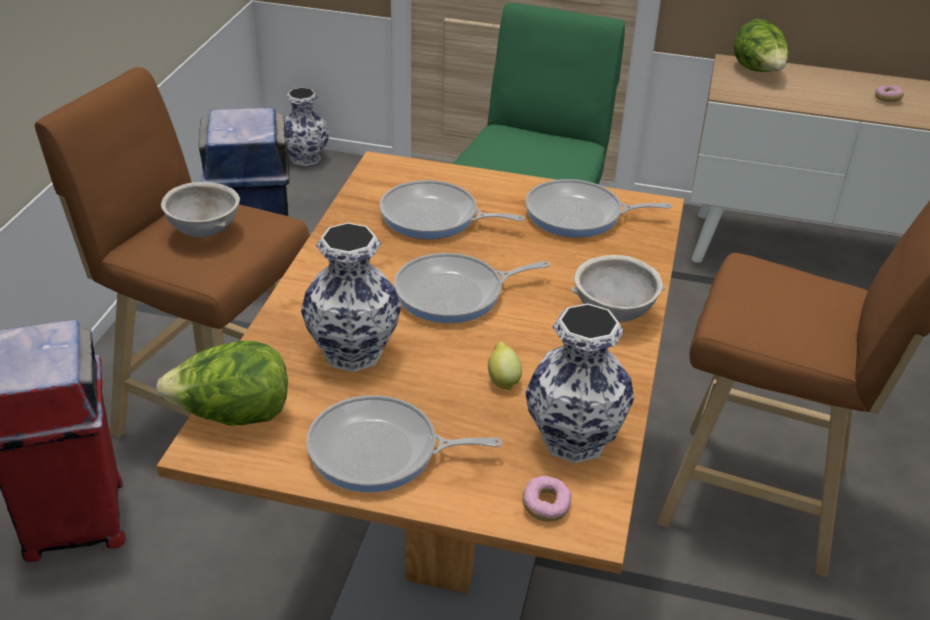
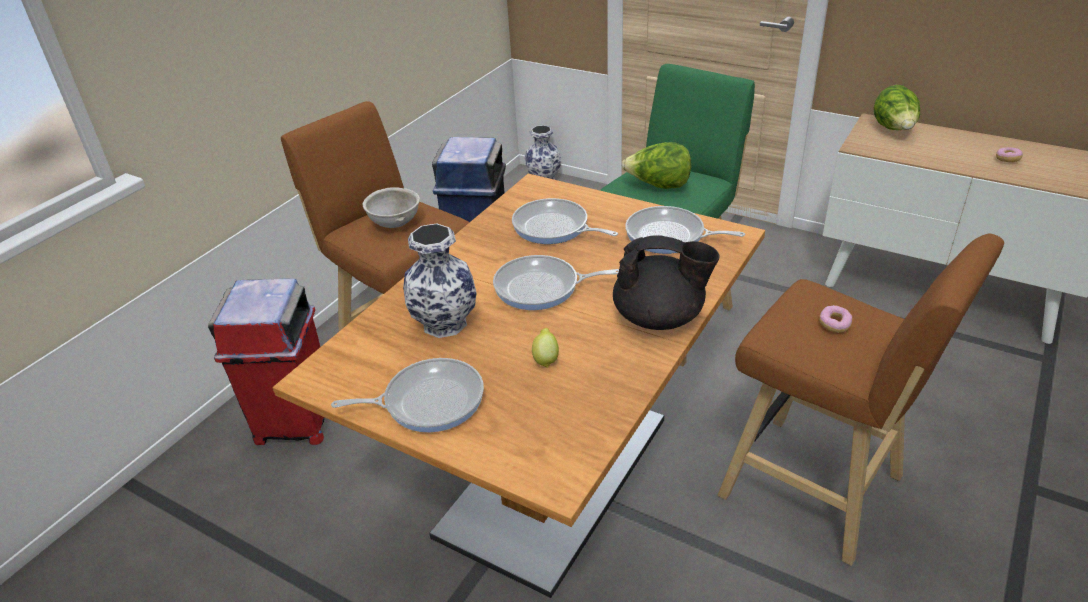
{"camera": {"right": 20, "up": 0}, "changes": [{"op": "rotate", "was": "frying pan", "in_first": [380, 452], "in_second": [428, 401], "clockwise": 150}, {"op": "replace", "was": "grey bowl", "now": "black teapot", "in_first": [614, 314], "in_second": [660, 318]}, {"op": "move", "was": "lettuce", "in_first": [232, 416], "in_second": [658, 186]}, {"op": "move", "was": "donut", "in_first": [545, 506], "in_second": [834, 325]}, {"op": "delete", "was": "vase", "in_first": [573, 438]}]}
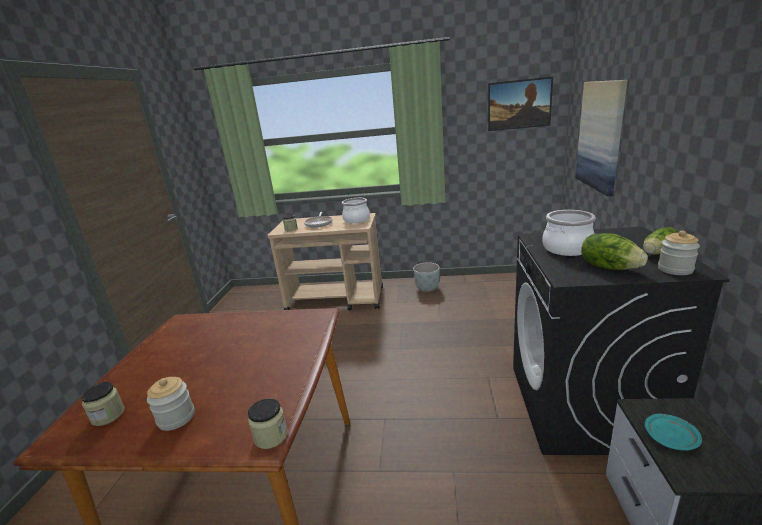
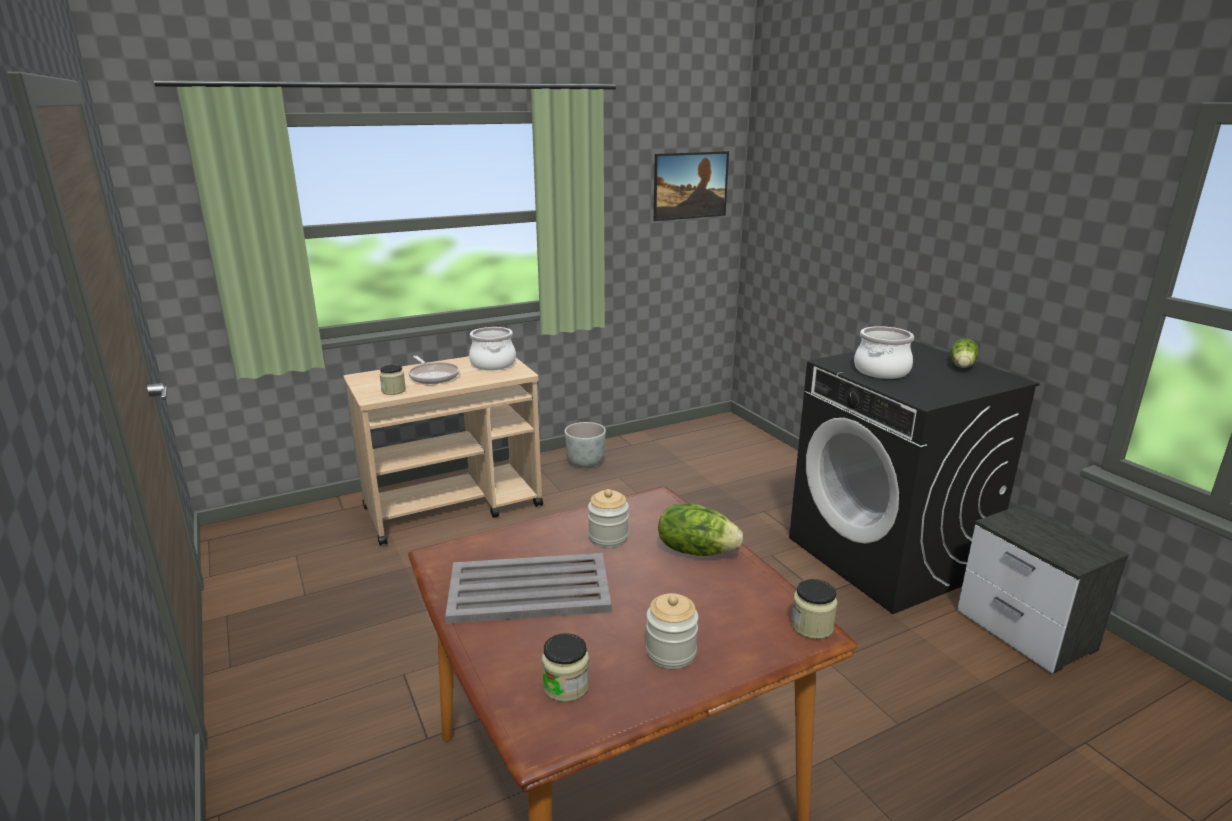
{"camera": {"right": -35, "up": 0}, "changes": [{"op": "insert", "now": "grey tray", "in_second": [527, 589]}, {"op": "move", "was": "jar", "in_first": [675, 269], "in_second": [608, 537]}, {"op": "move", "was": "lettuce", "in_first": [609, 267], "in_second": [696, 550]}, {"op": "delete", "was": "picture", "in_first": [601, 135]}, {"op": "delete", "was": "turquoise plate", "in_first": [670, 438]}]}
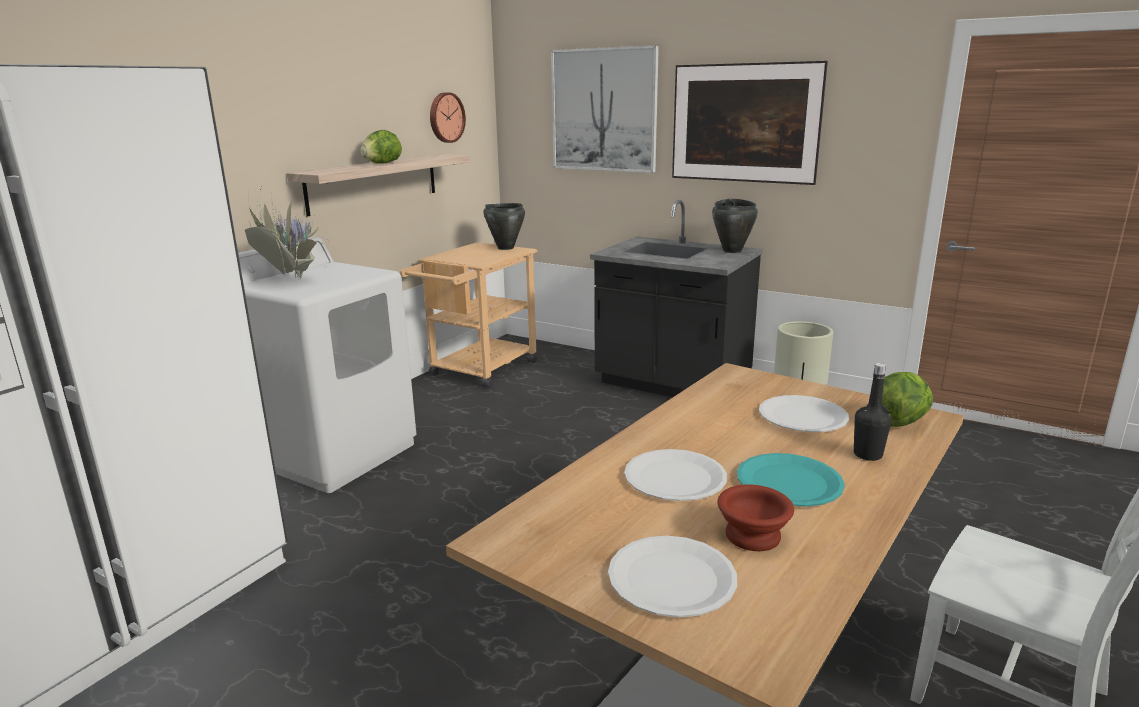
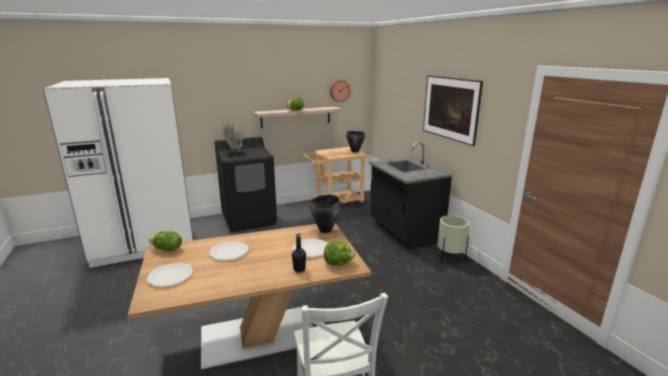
{"camera": {"right": 35, "up": 0}, "changes": [{"op": "insert", "now": "lettuce", "in_second": [167, 249]}, {"op": "recolor", "was": "white washing machine", "now": "black washing machine", "in_first": [334, 452], "in_second": [249, 219]}, {"op": "move", "was": "black cooking pot", "in_first": [732, 251], "in_second": [325, 230]}, {"op": "delete", "was": "picture", "in_first": [604, 110]}, {"op": "delete", "was": "brown bowl", "in_first": [752, 537]}, {"op": "delete", "was": "turquoise plate", "in_first": [788, 482]}]}
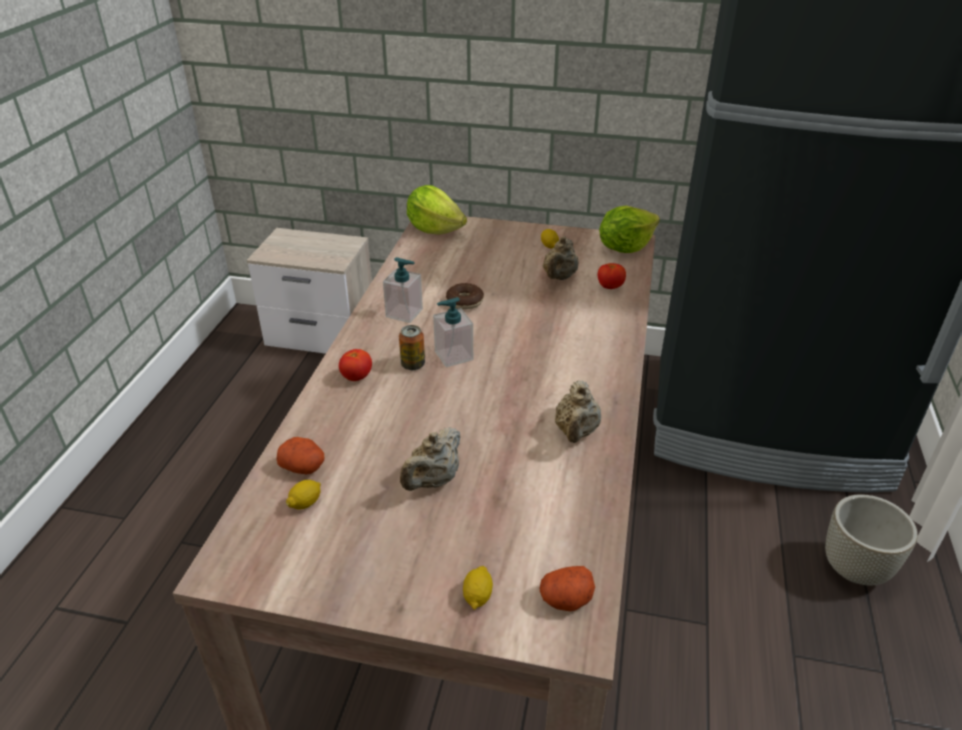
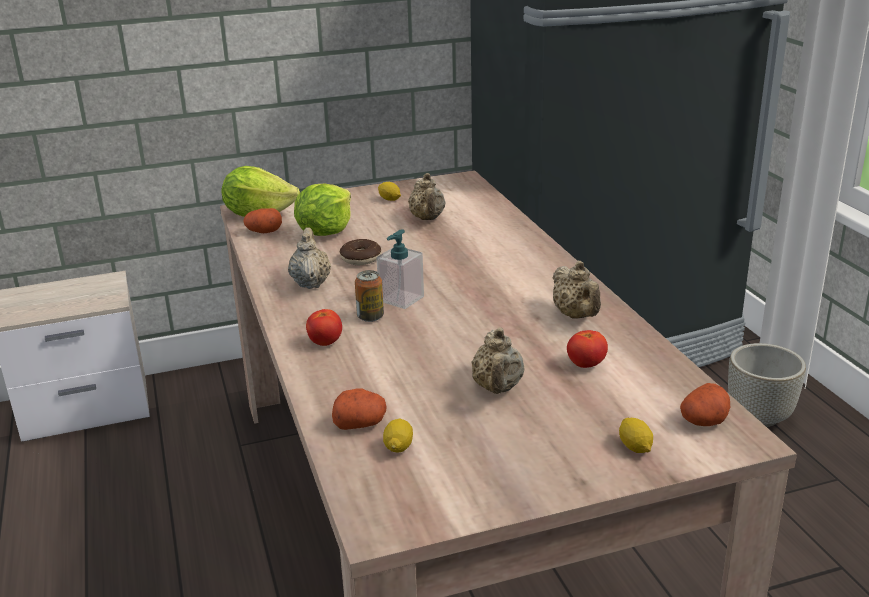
{"camera": {"right": -30, "up": -10}, "changes": [{"op": "insert", "now": "potato", "in_second": [263, 231]}, {"op": "replace", "was": "soap dispenser", "now": "beige teapot", "in_first": [404, 313], "in_second": [311, 283]}, {"op": "move", "was": "lettuce", "in_first": [625, 247], "in_second": [325, 231]}, {"op": "move", "was": "tomato", "in_first": [610, 287], "in_second": [586, 364]}]}
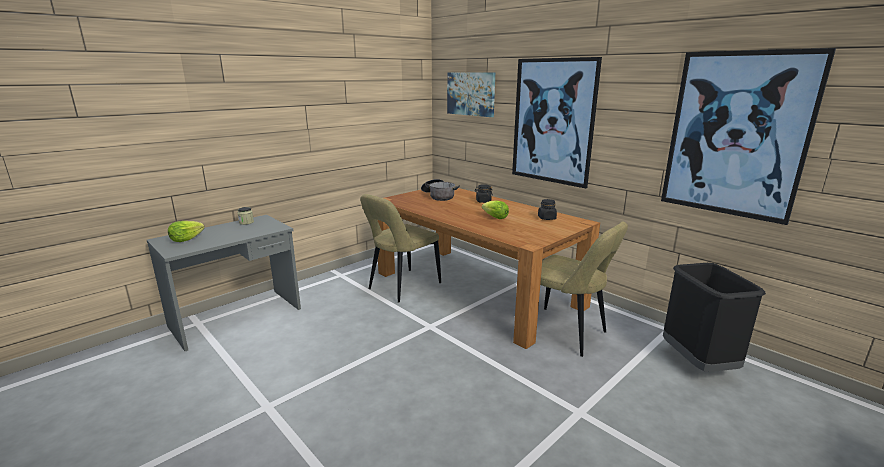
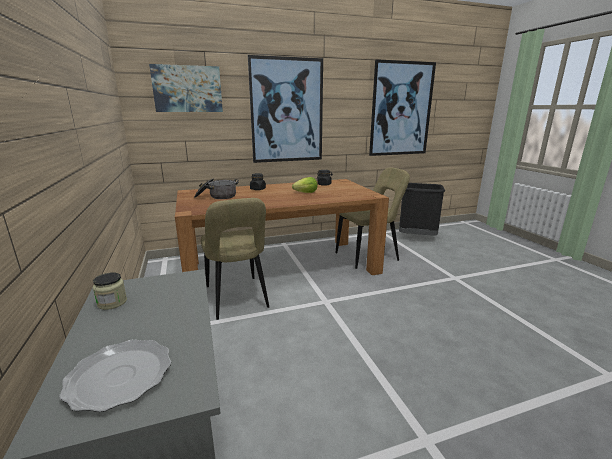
{"camera": {"right": -65, "up": 0}, "changes": [{"op": "replace", "was": "lettuce", "now": "plate", "in_first": [186, 240], "in_second": [119, 376]}]}
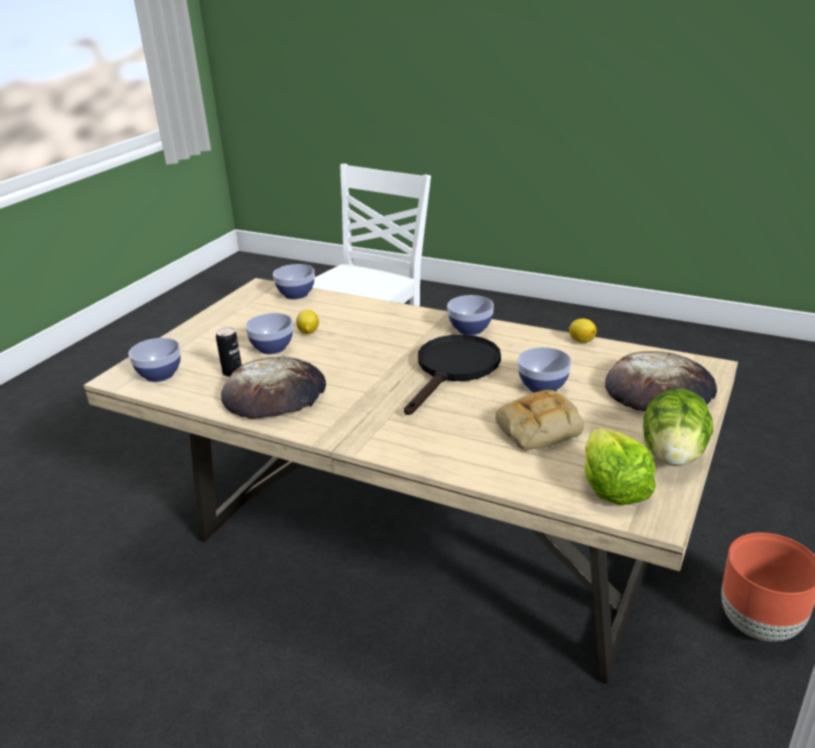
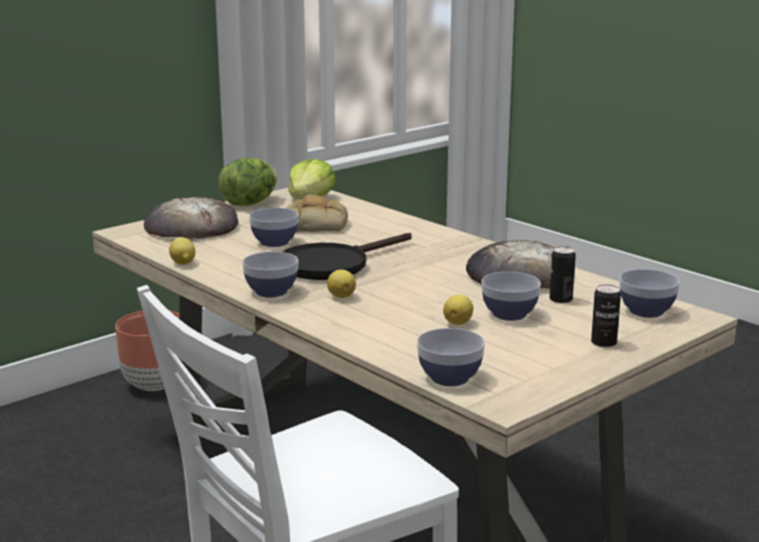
{"camera": {"right": -160, "up": -10}, "changes": [{"op": "insert", "now": "lemon", "in_second": [341, 296]}, {"op": "insert", "now": "can", "in_second": [603, 343]}]}
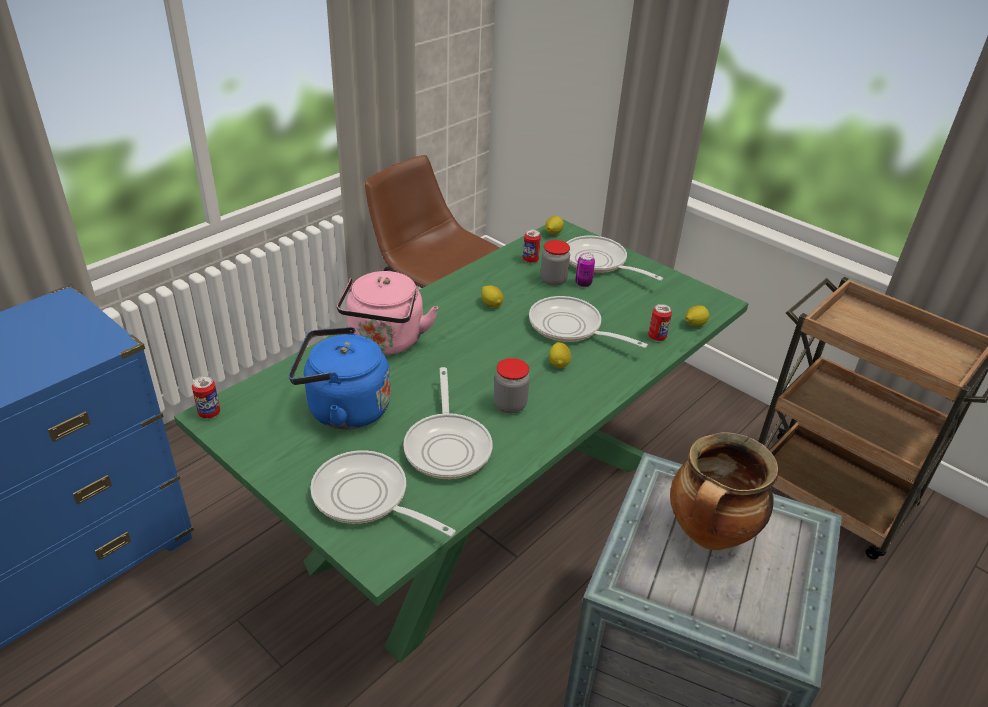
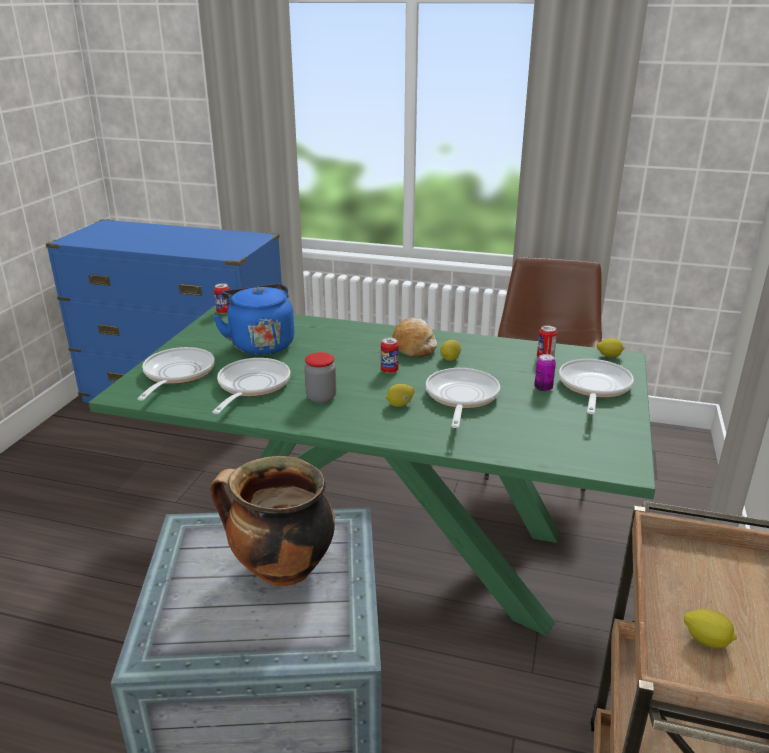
{"camera": {"right": 65, "up": -10}, "changes": [{"op": "rotate", "was": "frying pan", "in_first": [448, 445], "in_second": [251, 386], "clockwise": 135}, {"op": "move", "was": "can", "in_first": [657, 337], "in_second": [389, 370]}, {"op": "insert", "now": "bread", "in_second": [413, 346]}, {"op": "move", "was": "lemon", "in_first": [694, 324], "in_second": [706, 641]}, {"op": "delete", "was": "pink kettle", "in_first": [385, 342]}, {"op": "delete", "was": "jar", "in_first": [553, 280]}]}
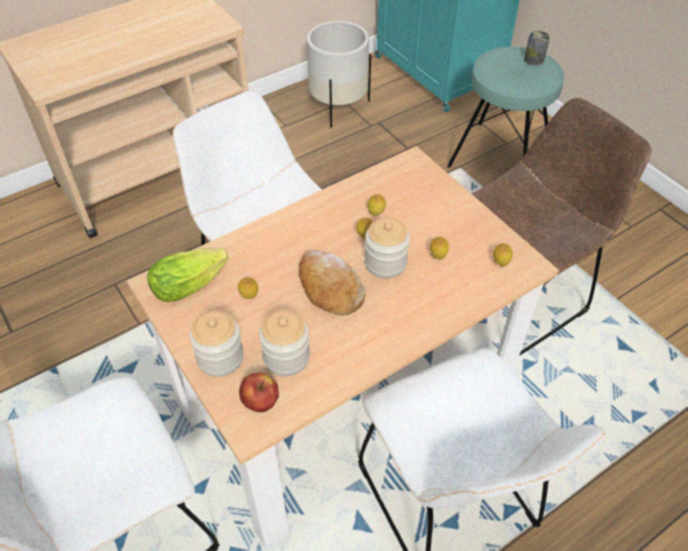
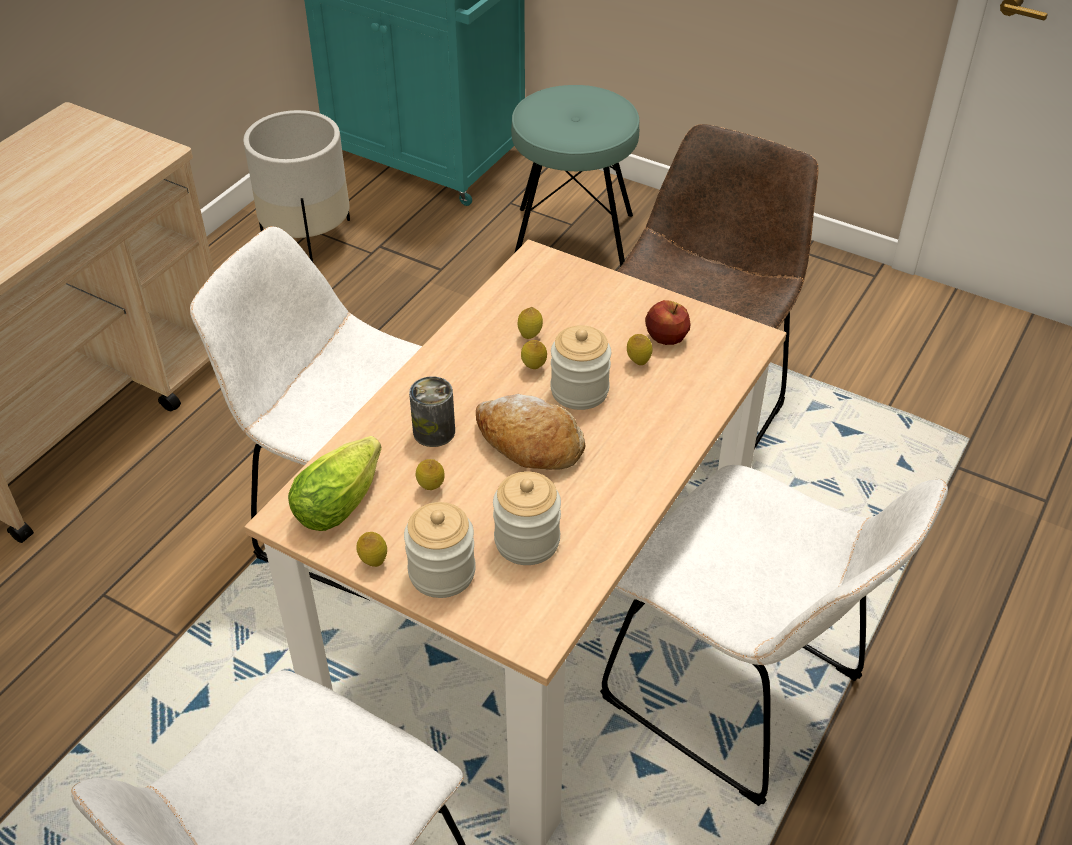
{"camera": {"right": -25, "up": -5}, "changes": [{"op": "move", "was": "lemon", "in_first": [500, 263], "in_second": [373, 562]}, {"op": "move", "was": "can", "in_first": [534, 60], "in_second": [434, 431]}, {"op": "move", "was": "apple", "in_first": [260, 401], "in_second": [666, 337]}]}
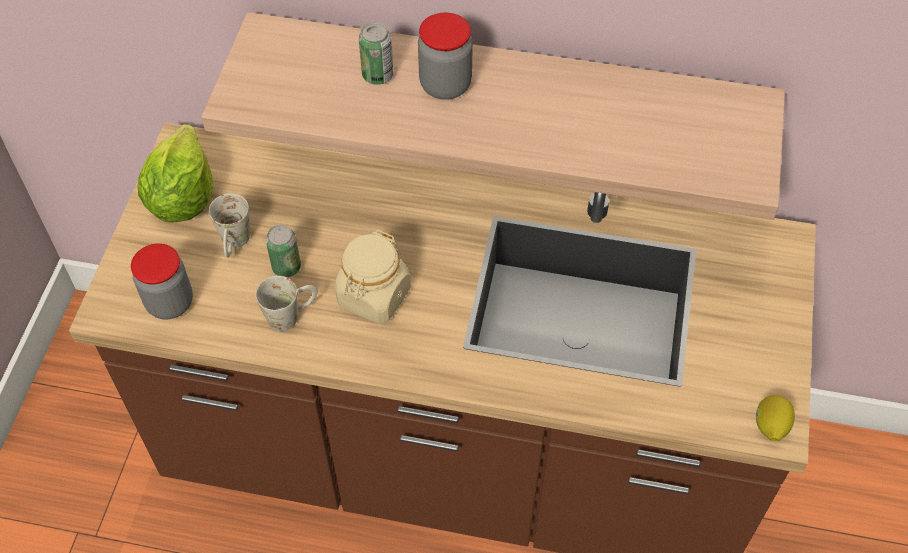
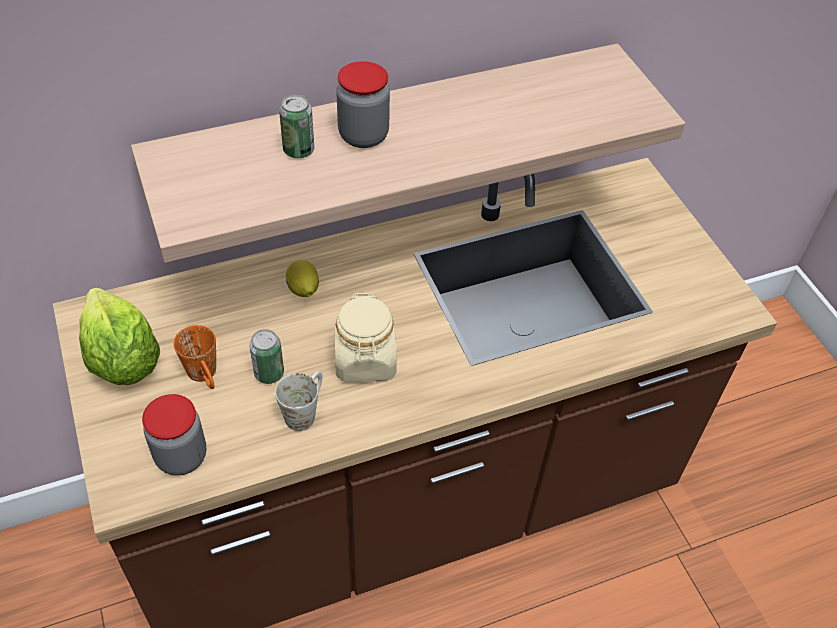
{"camera": {"right": -35, "up": -5}, "changes": [{"op": "recolor", "was": "white mug", "now": "orange mug", "in_first": [234, 244], "in_second": [205, 377]}, {"op": "move", "was": "lemon", "in_first": [770, 426], "in_second": [303, 290]}]}
